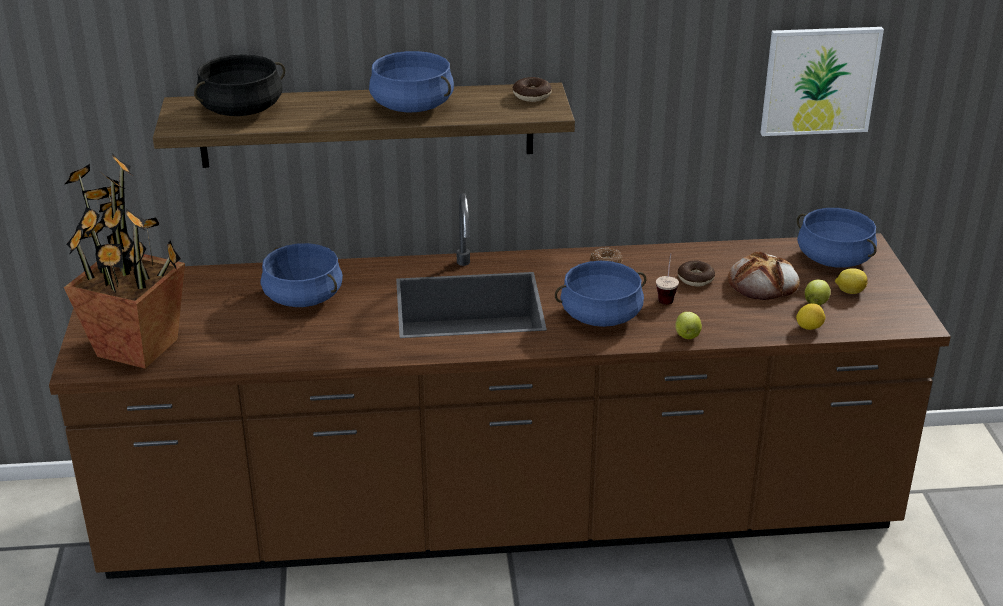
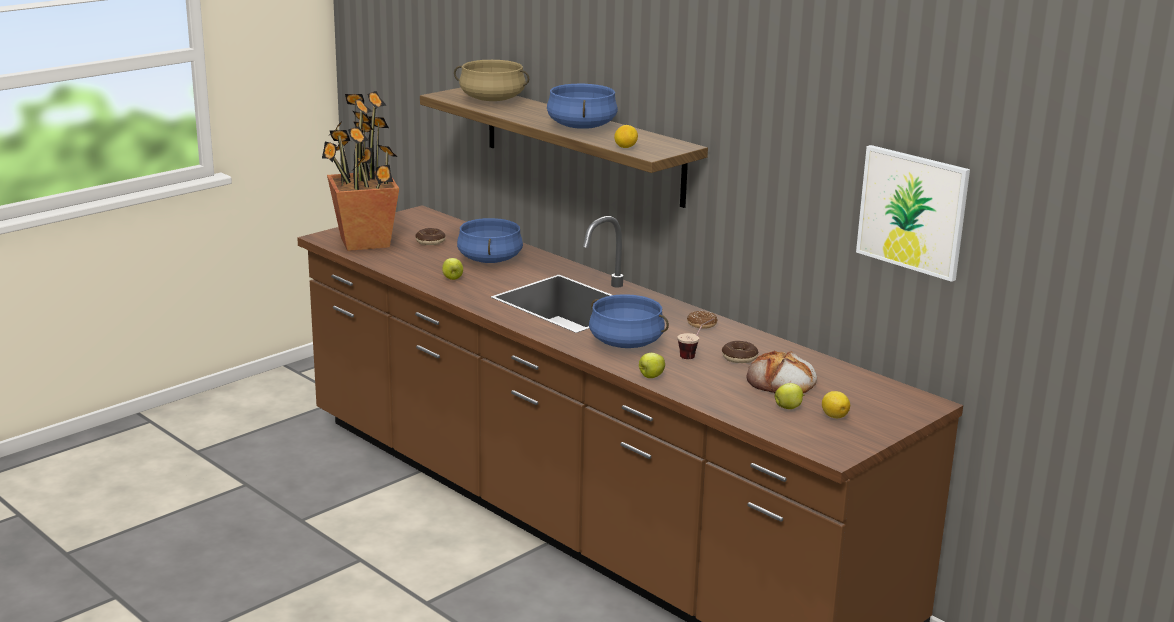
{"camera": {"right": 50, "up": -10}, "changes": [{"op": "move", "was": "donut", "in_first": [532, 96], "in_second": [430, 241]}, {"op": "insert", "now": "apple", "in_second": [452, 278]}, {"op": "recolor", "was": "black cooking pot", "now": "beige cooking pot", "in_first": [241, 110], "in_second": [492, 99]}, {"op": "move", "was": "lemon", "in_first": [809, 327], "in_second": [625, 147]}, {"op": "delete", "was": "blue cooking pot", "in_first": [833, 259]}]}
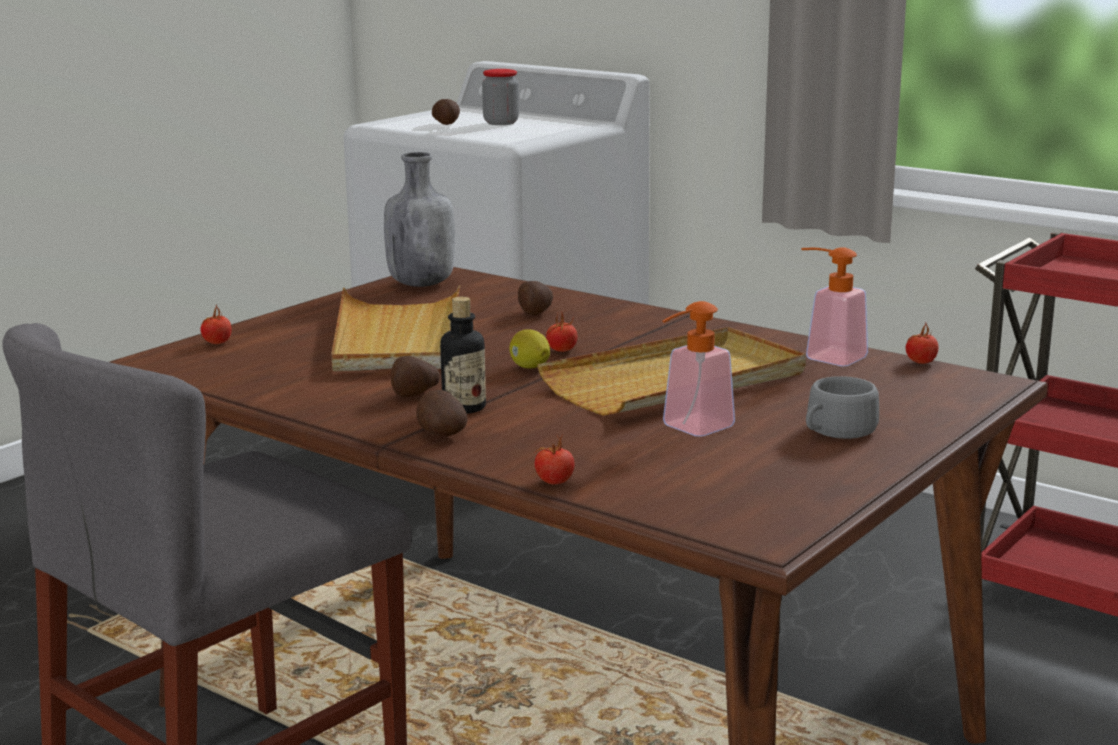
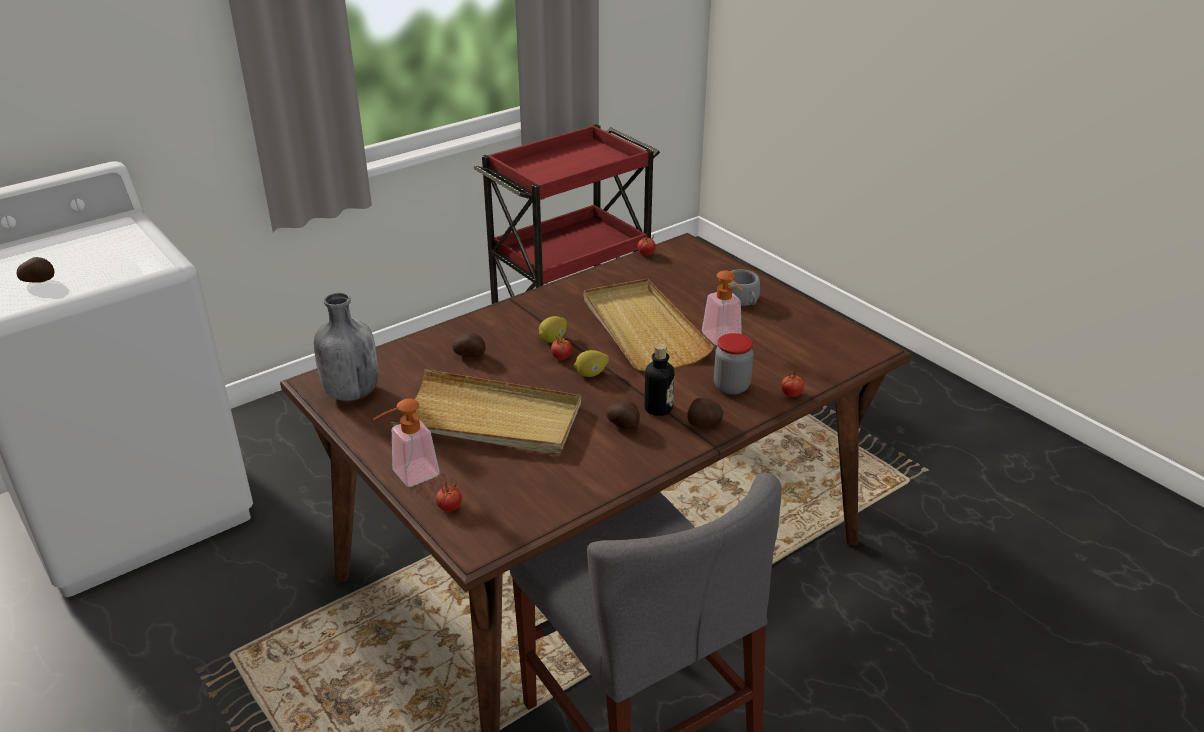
{"camera": {"right": -75, "up": 15}, "changes": [{"op": "move", "was": "soap dispenser", "in_first": [827, 356], "in_second": [408, 476]}, {"op": "insert", "now": "lemon", "in_second": [553, 339]}, {"op": "move", "was": "jar", "in_first": [501, 123], "in_second": [731, 386]}]}
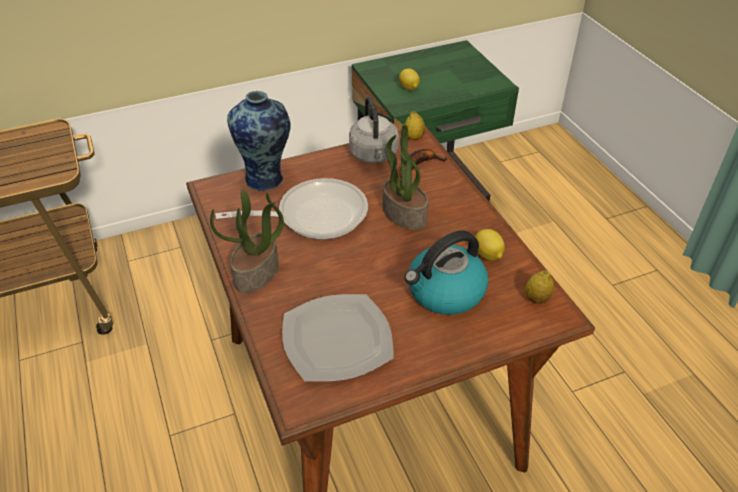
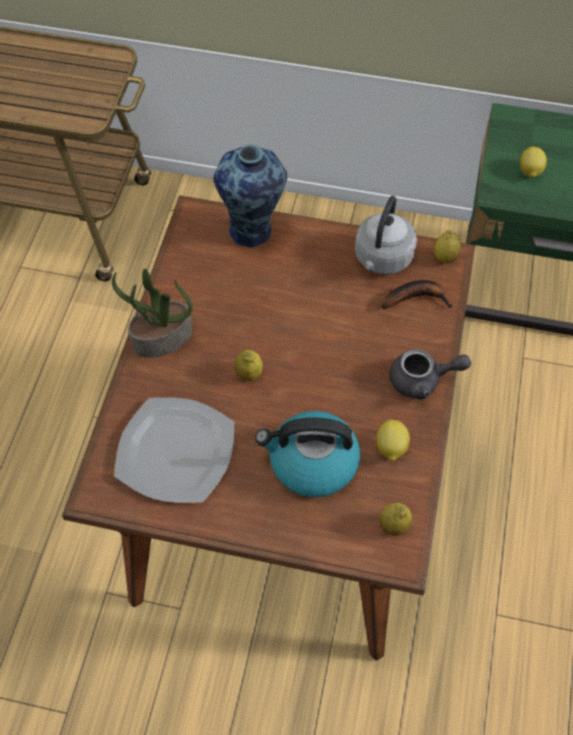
{"camera": {"right": 35, "up": 15}, "changes": [{"op": "insert", "now": "lemon", "in_second": [248, 373]}, {"op": "insert", "now": "grey teapot", "in_second": [422, 380]}, {"op": "delete", "was": "frying pan", "in_first": [314, 215]}, {"op": "delete", "was": "potted plant", "in_first": [403, 214]}]}
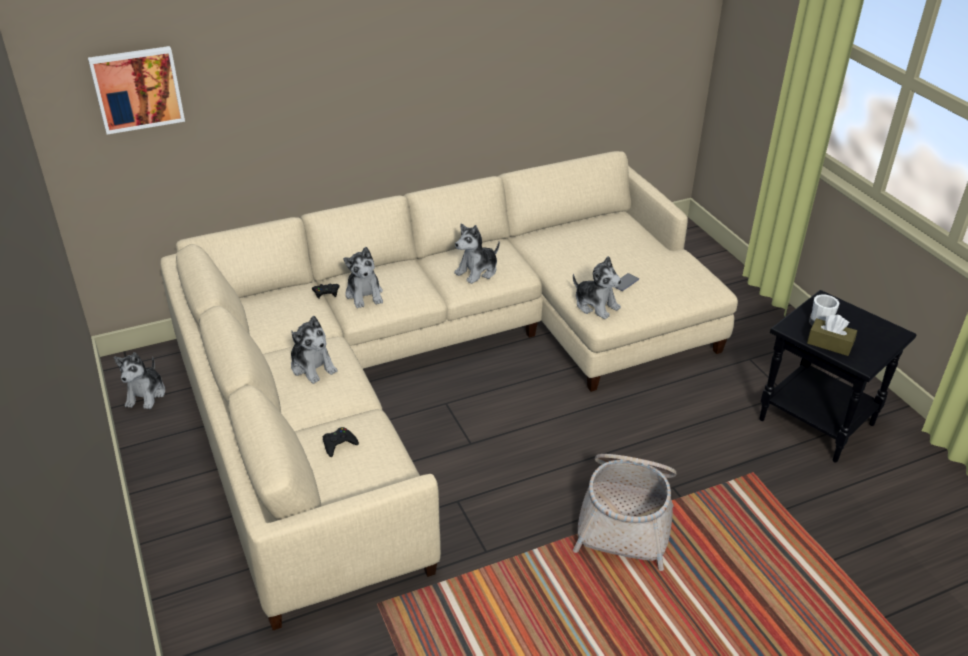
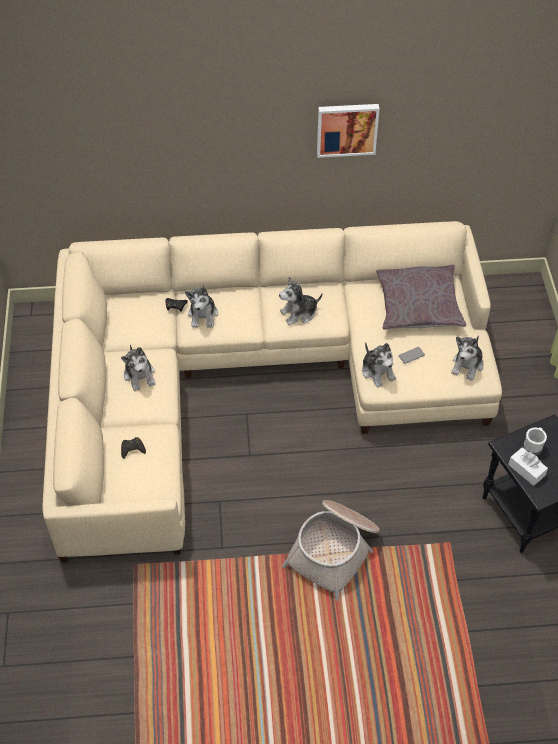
{"camera": {"right": 20, "up": 15}, "changes": [{"op": "move", "was": "picture", "in_first": [137, 88], "in_second": [347, 128]}, {"op": "insert", "now": "grey pillow", "in_second": [418, 304]}, {"op": "move", "was": "plush toy", "in_first": [146, 394], "in_second": [467, 365]}, {"op": "recolor", "was": "brown tissue box", "now": "white tissue box", "in_first": [829, 344], "in_second": [526, 470]}]}
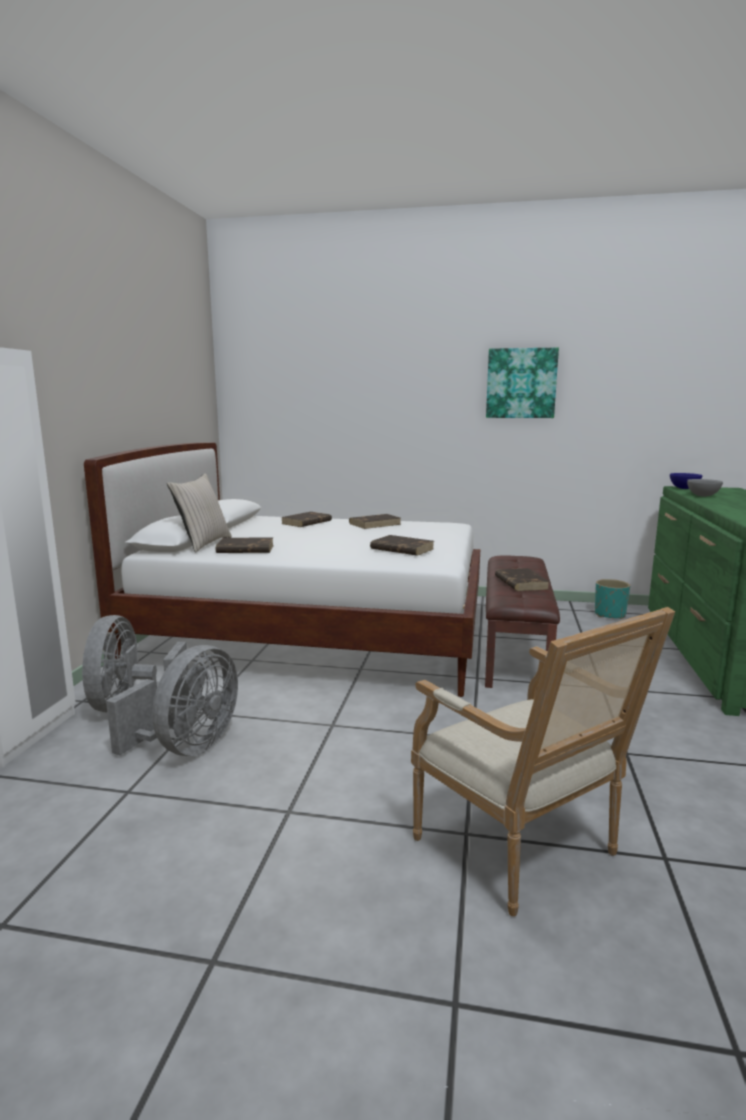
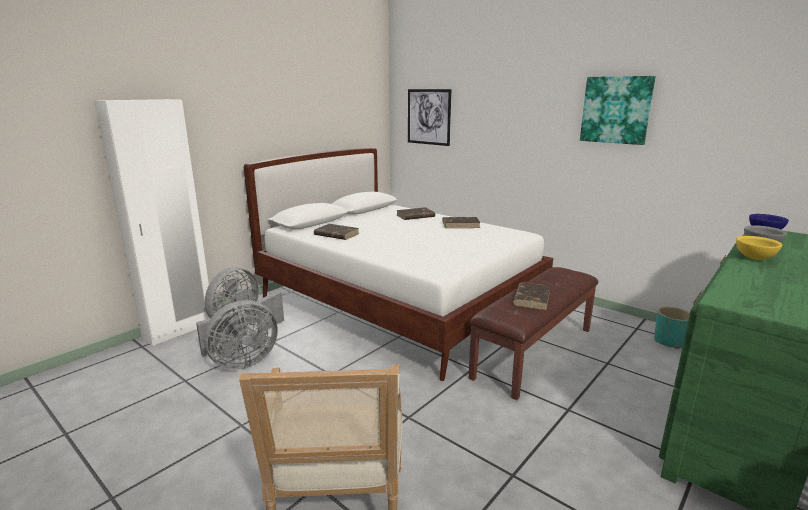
{"camera": {"right": 30, "up": 5}, "changes": [{"op": "insert", "now": "picture", "in_second": [428, 117]}, {"op": "insert", "now": "yellow bowl", "in_second": [755, 258]}, {"op": "delete", "was": "beige pillow", "in_first": [203, 544]}, {"op": "delete", "was": "brown book", "in_first": [401, 549]}]}
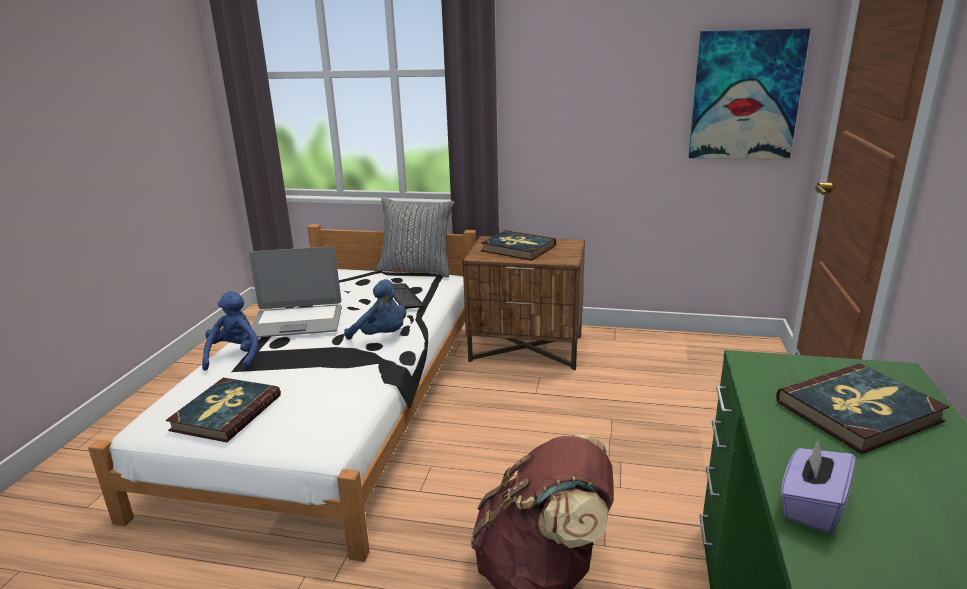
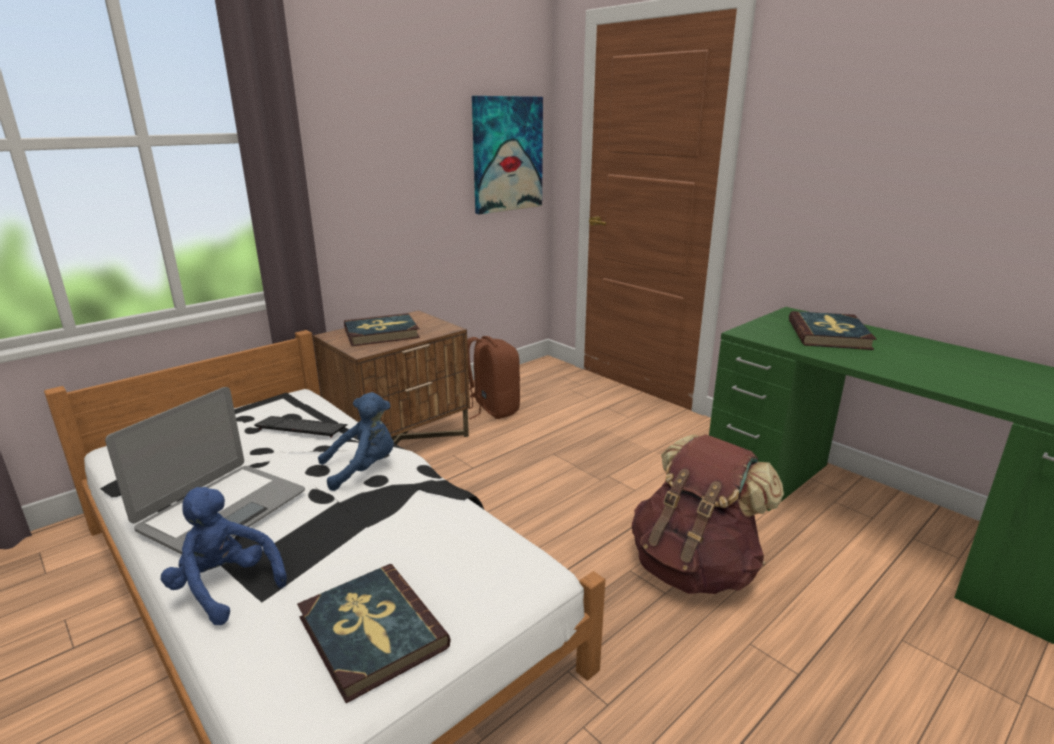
{"camera": {"right": -55, "up": 0}, "changes": [{"op": "insert", "now": "brown backpack", "in_second": [492, 409]}, {"op": "delete", "was": "grey pillow", "in_first": [417, 270]}, {"op": "delete", "was": "purple tissue box", "in_first": [811, 506]}]}
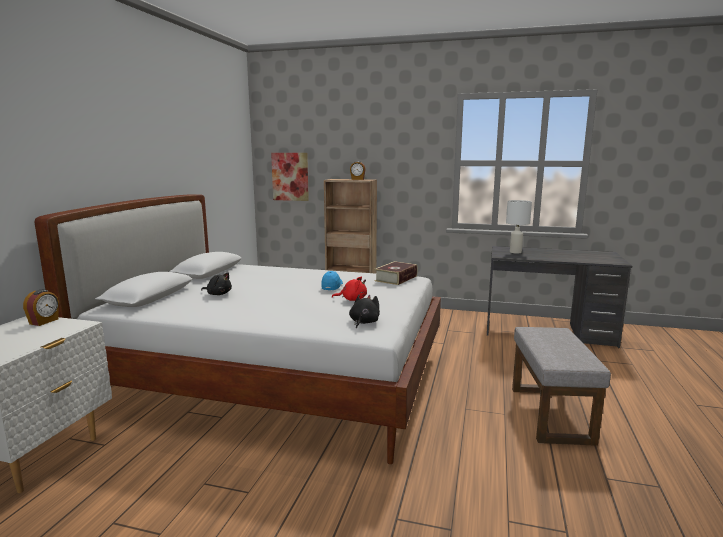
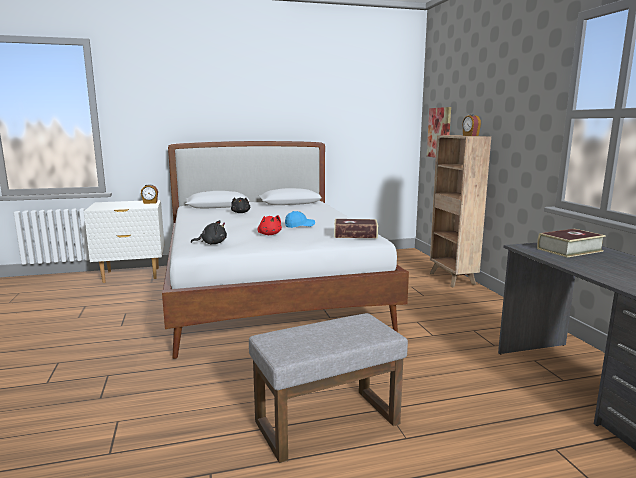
{"camera": {"right": 60, "up": 0}, "changes": [{"op": "replace", "was": "white table lamp", "now": "book", "in_first": [515, 252], "in_second": [569, 250]}]}
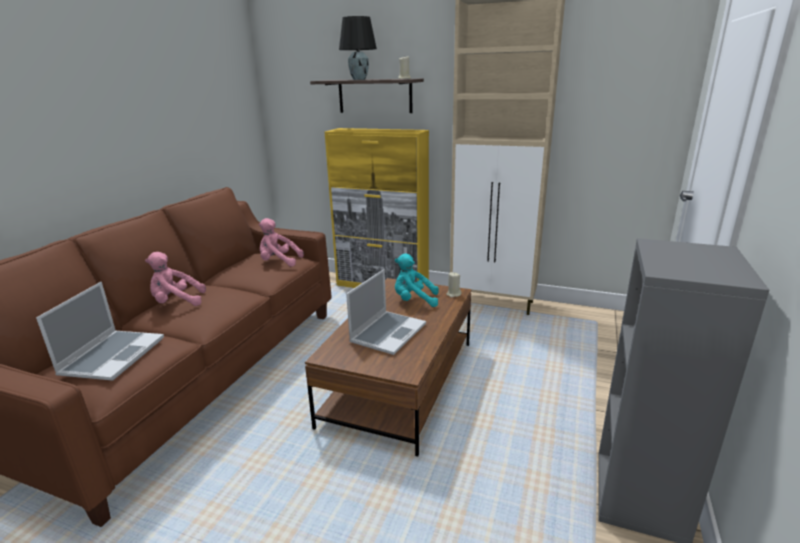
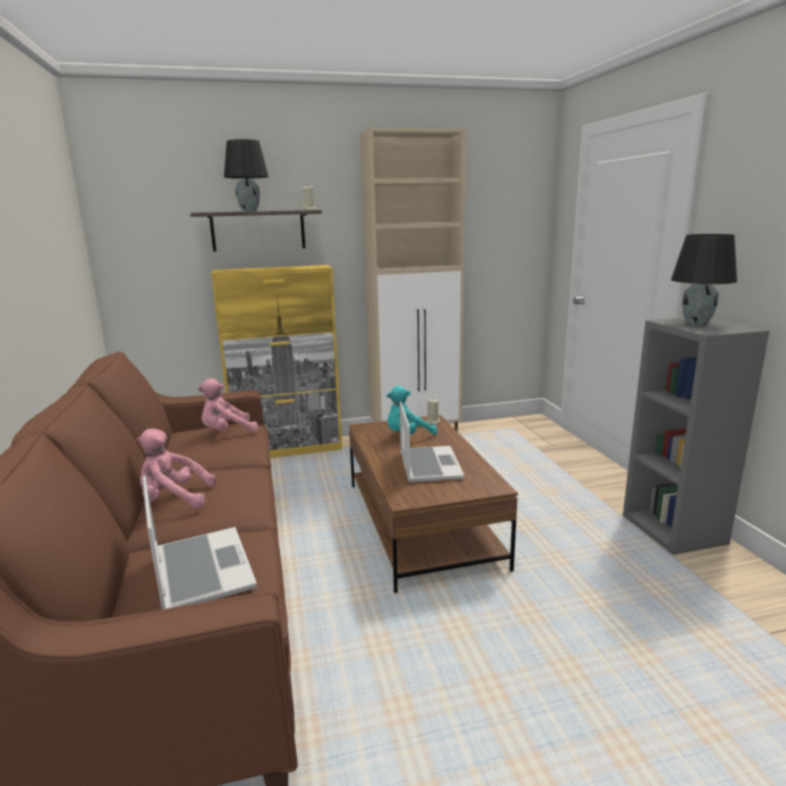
{"camera": {"right": -35, "up": -5}, "changes": [{"op": "rotate", "was": "pink plush toy", "in_first": [176, 302], "in_second": [174, 499], "clockwise": 45}, {"op": "insert", "now": "black table lamp", "in_second": [697, 323]}]}
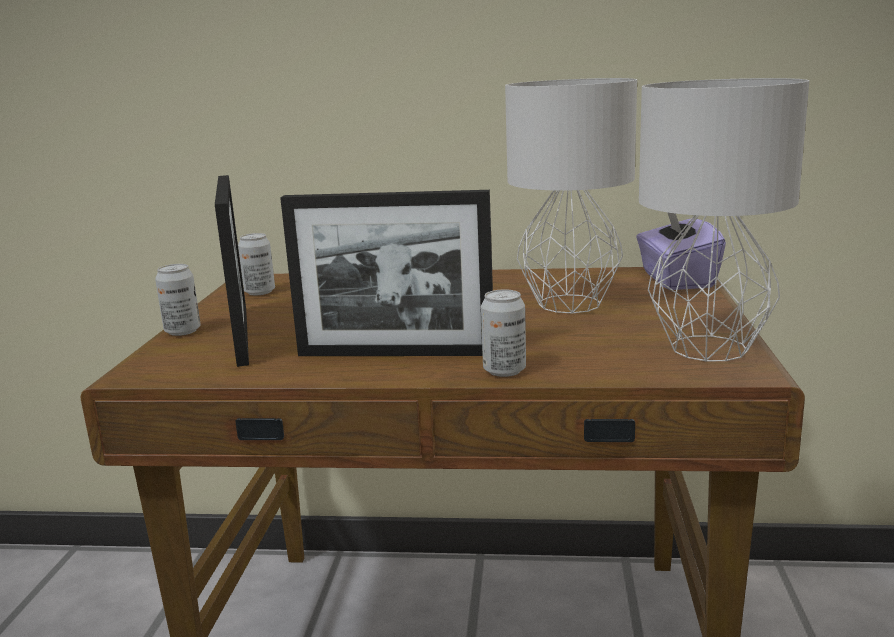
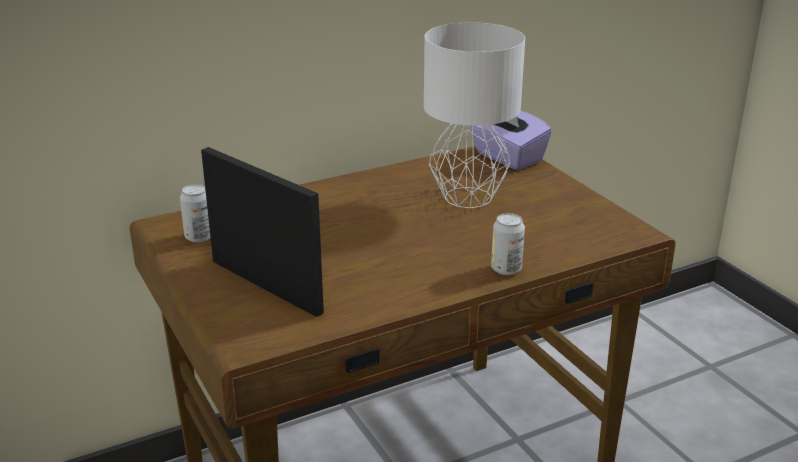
{"camera": {"right": -35, "up": 10}, "changes": [{"op": "delete", "was": "can", "in_first": [182, 331]}, {"op": "delete", "was": "picture frame", "in_first": [395, 354]}, {"op": "delete", "was": "grey table lamp", "in_first": [711, 348]}]}
